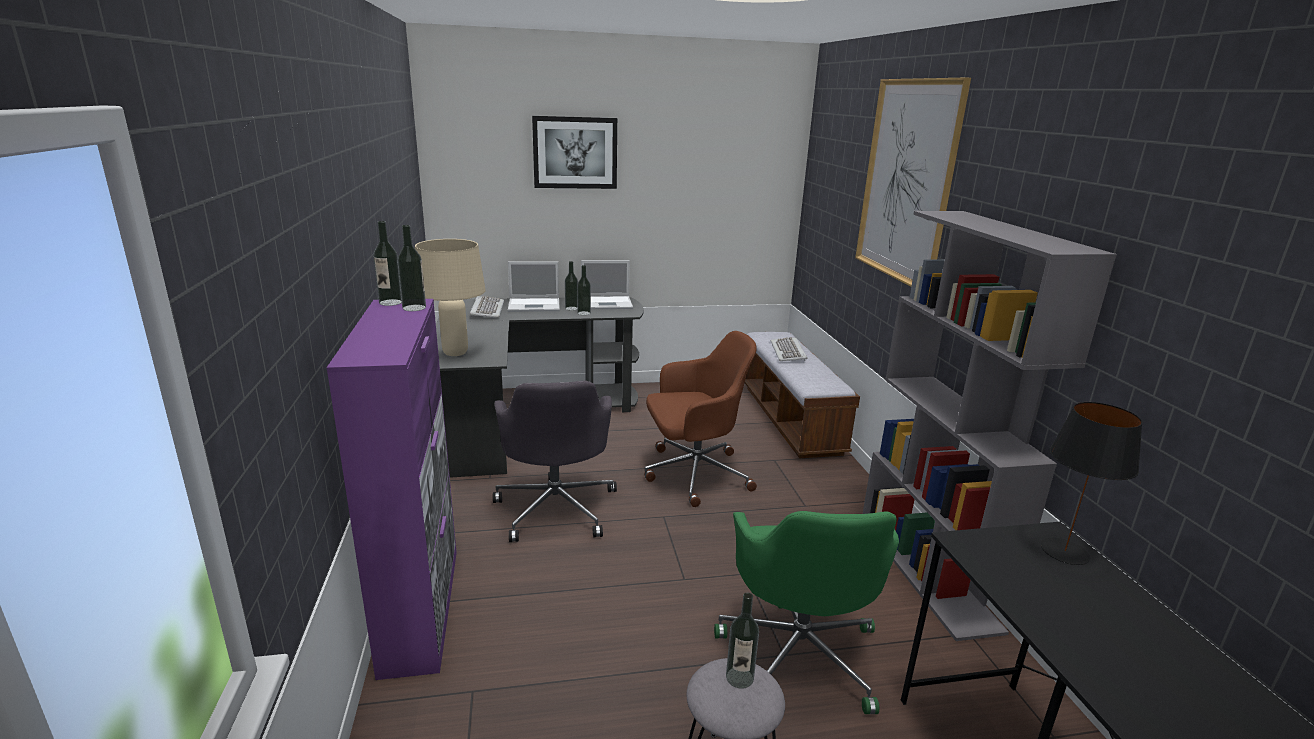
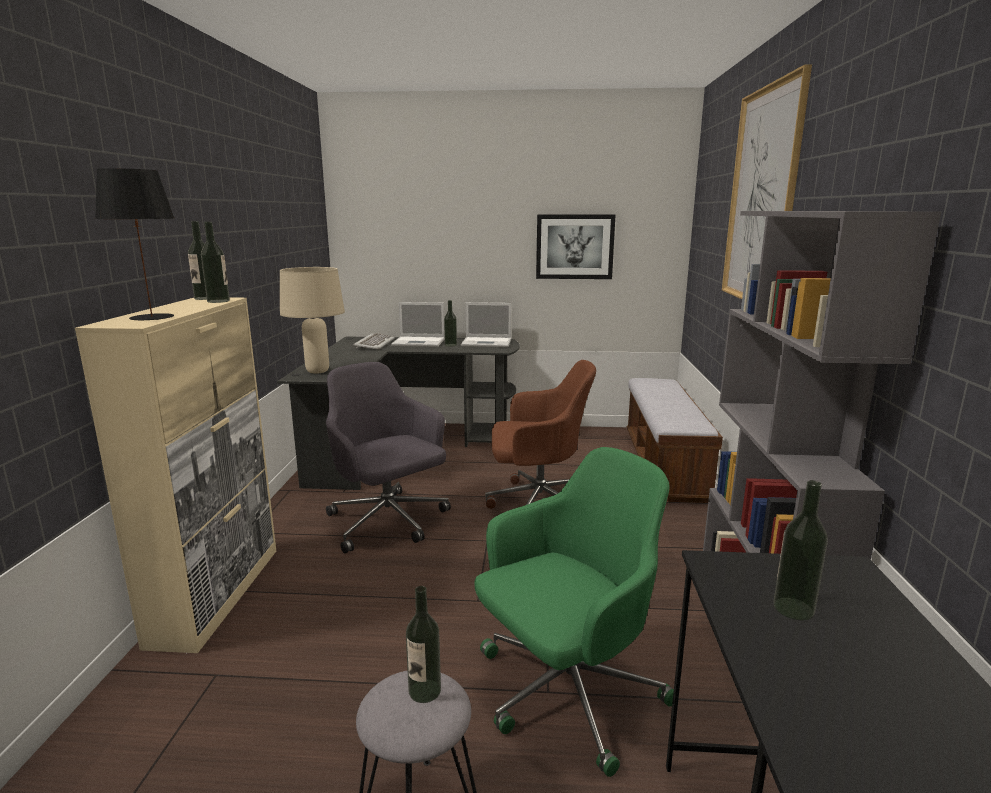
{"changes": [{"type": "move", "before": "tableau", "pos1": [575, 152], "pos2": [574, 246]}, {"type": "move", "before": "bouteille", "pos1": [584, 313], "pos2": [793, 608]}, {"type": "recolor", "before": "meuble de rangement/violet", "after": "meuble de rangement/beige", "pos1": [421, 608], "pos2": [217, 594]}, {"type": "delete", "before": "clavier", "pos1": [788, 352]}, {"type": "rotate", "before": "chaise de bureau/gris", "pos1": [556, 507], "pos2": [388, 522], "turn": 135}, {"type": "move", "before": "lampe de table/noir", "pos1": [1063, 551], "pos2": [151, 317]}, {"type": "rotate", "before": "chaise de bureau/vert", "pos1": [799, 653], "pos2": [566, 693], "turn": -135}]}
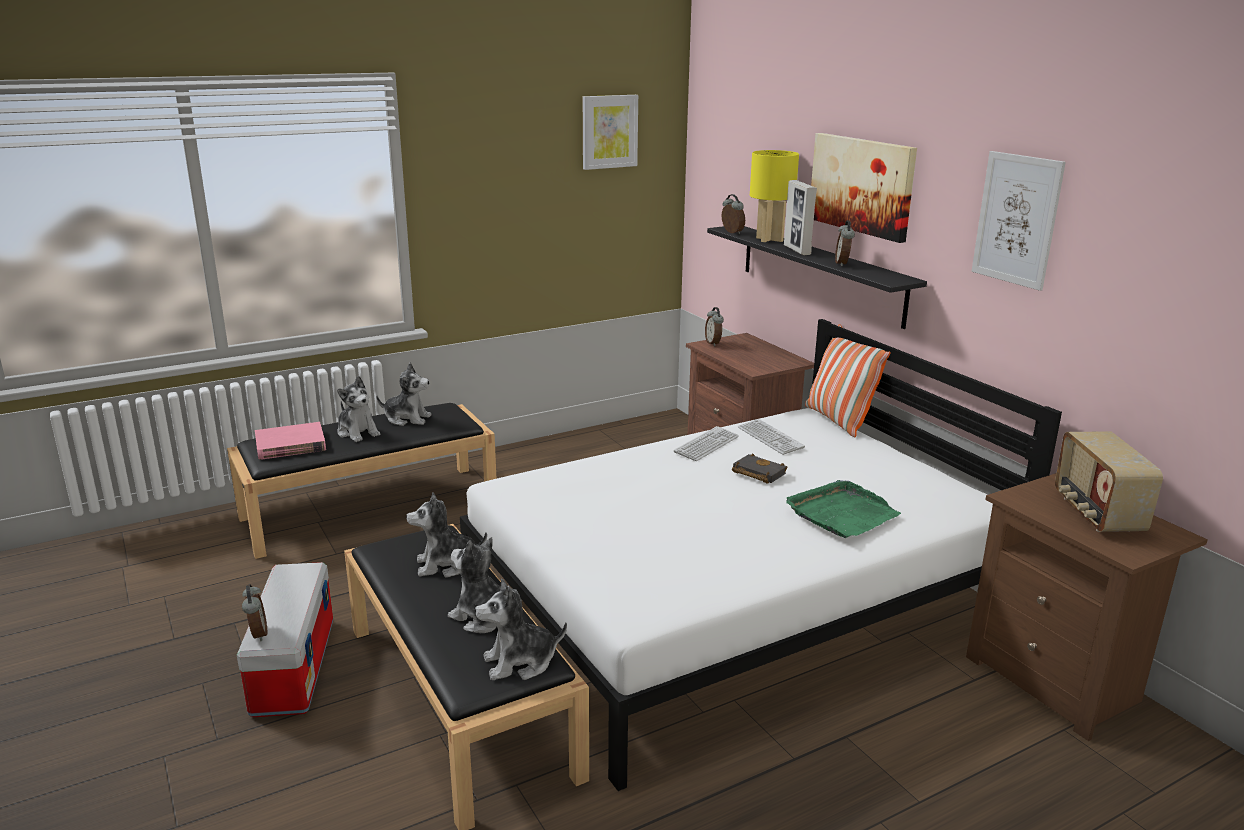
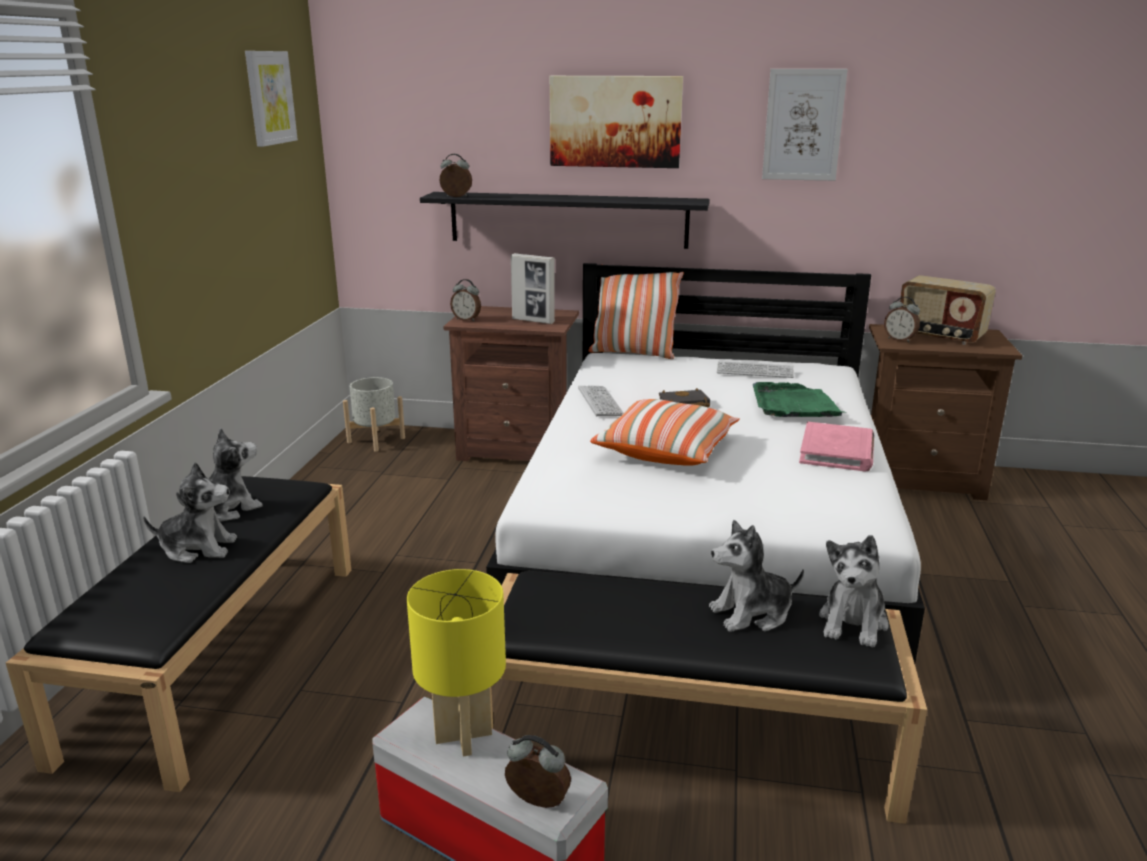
{"changes": [{"type": "move", "before": "lampe de table/jaune", "pos1": [769, 239], "pos2": [462, 737]}, {"type": "move", "before": "cadre photo", "pos1": [797, 250], "pos2": [533, 321]}, {"type": "move", "before": "réveil", "pos1": [842, 264], "pos2": [899, 340]}, {"type": "move", "before": "clavier", "pos1": [770, 438], "pos2": [755, 371]}, {"type": "move", "before": "livre/rose", "pos1": [290, 445], "pos2": [837, 451]}, {"type": "delete", "before": "peluche", "pos1": [446, 565]}, {"type": "insert", "after": "cache-pot/gris", "pos2": [376, 440]}, {"type": "insert", "after": "coussin", "pos2": [666, 450]}]}
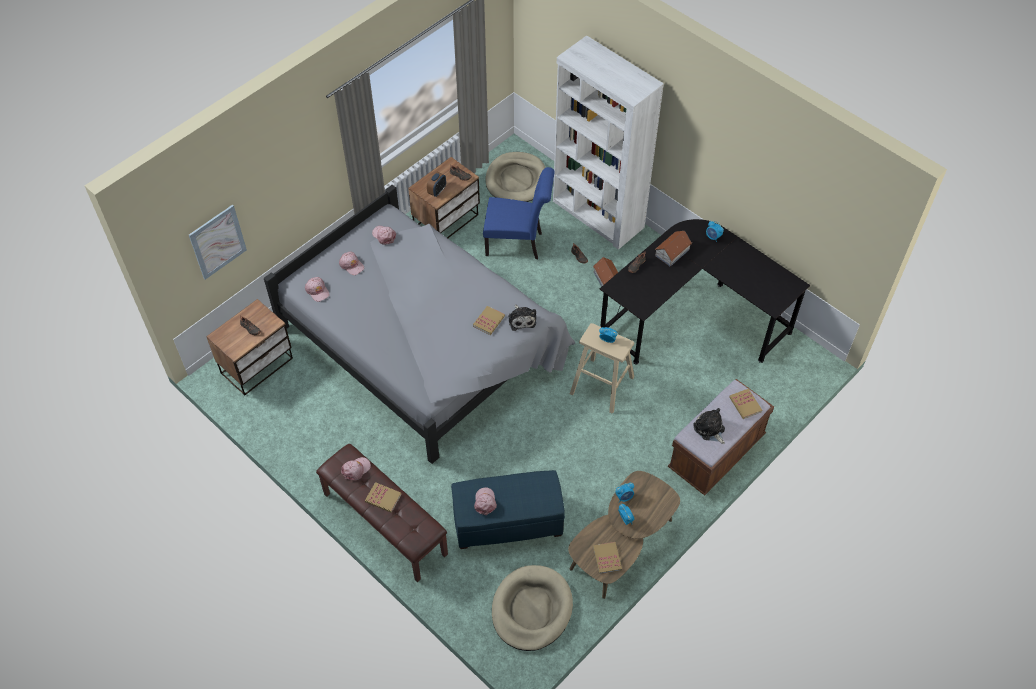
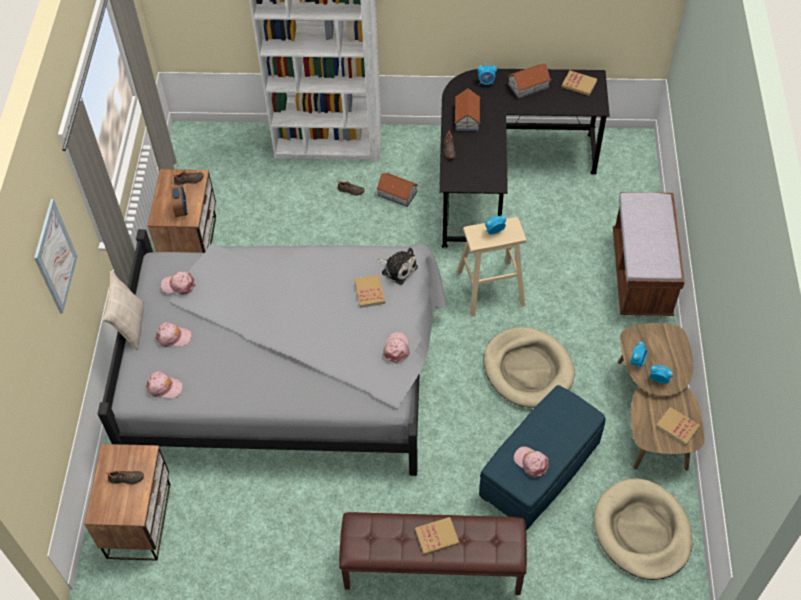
{"changes": [{"type": "move", "before": "panier pour chien/beige", "pos1": [516, 180], "pos2": [528, 369]}, {"type": "delete", "before": "chaise/bleu", "pos1": [518, 244]}, {"type": "move", "before": "tableau", "pos1": [217, 242], "pos2": [55, 257]}, {"type": "move", "before": "livre", "pos1": [745, 404], "pos2": [579, 84]}, {"type": "delete", "before": "peluche", "pos1": [710, 429]}, {"type": "move", "before": "casquette/rose", "pos1": [356, 469], "pos2": [396, 348]}, {"type": "insert", "after": "maison miniature", "pos2": [527, 86]}, {"type": "insert", "after": "coussin/beige", "pos2": [130, 325]}]}
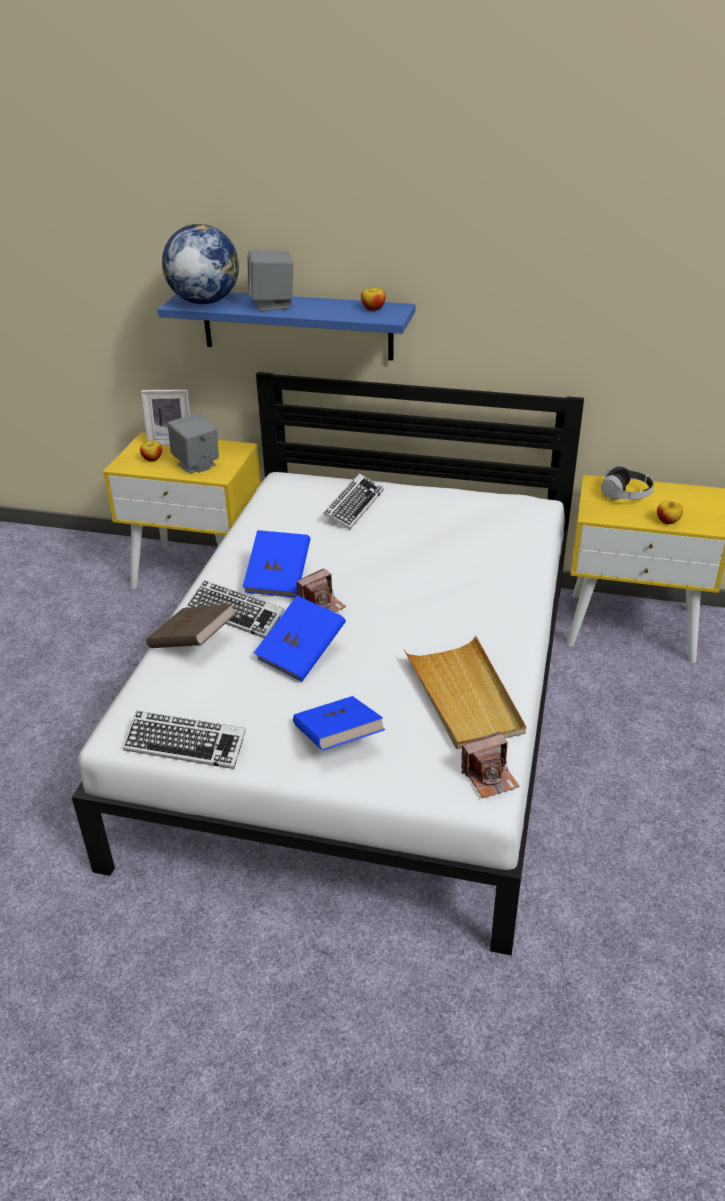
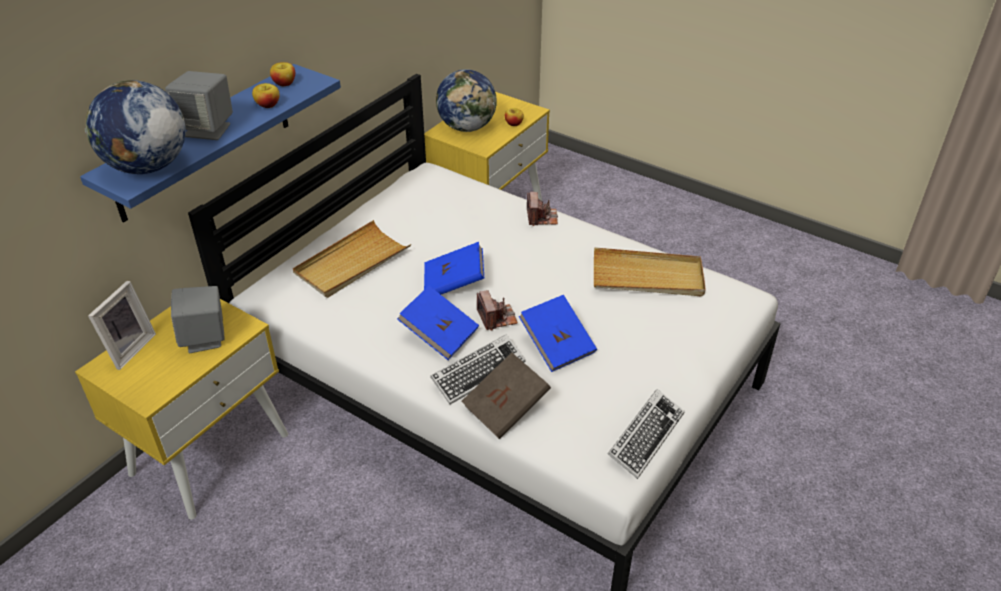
{"changes": [{"type": "move", "before": "pomme", "pos1": [152, 459], "pos2": [268, 105]}, {"type": "replace", "before": "casque audio", "after": "globe", "pos1": [625, 495], "pos2": [467, 127]}, {"type": "replace", "before": "clavier", "after": "plateau/beige", "pos1": [354, 506], "pos2": [352, 263]}, {"type": "move", "before": "livre/bleu", "pos1": [338, 739], "pos2": [454, 283]}, {"type": "move", "before": "appareil photo", "pos1": [489, 777], "pos2": [541, 217]}]}
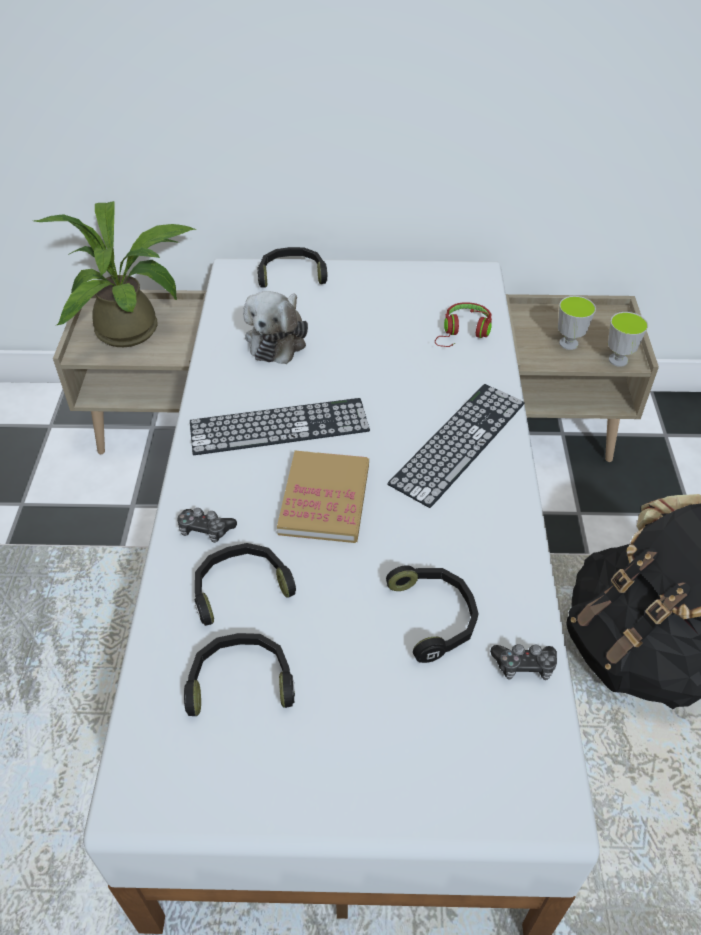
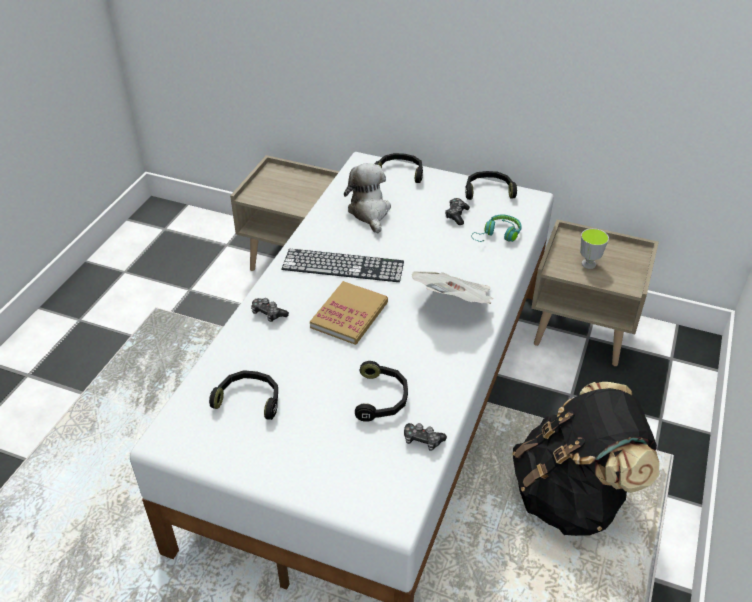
{"changes": [{"type": "delete", "before": "plante en pot", "pos1": [136, 330]}, {"type": "rotate", "before": "peluche", "pos1": [278, 339], "pos2": [369, 212], "turn": 135}, {"type": "recolor", "before": "casque audio/rouge", "after": "casque audio/turquoise", "pos1": [463, 333], "pos2": [498, 235]}, {"type": "delete", "before": "tasse", "pos1": [618, 360]}, {"type": "replace", "before": "clavier", "after": "journal", "pos1": [458, 442], "pos2": [455, 303]}, {"type": "move", "before": "casque audio/noir", "pos1": [240, 587], "pos2": [488, 191]}, {"type": "insert", "after": "manette", "pos2": [456, 215]}]}
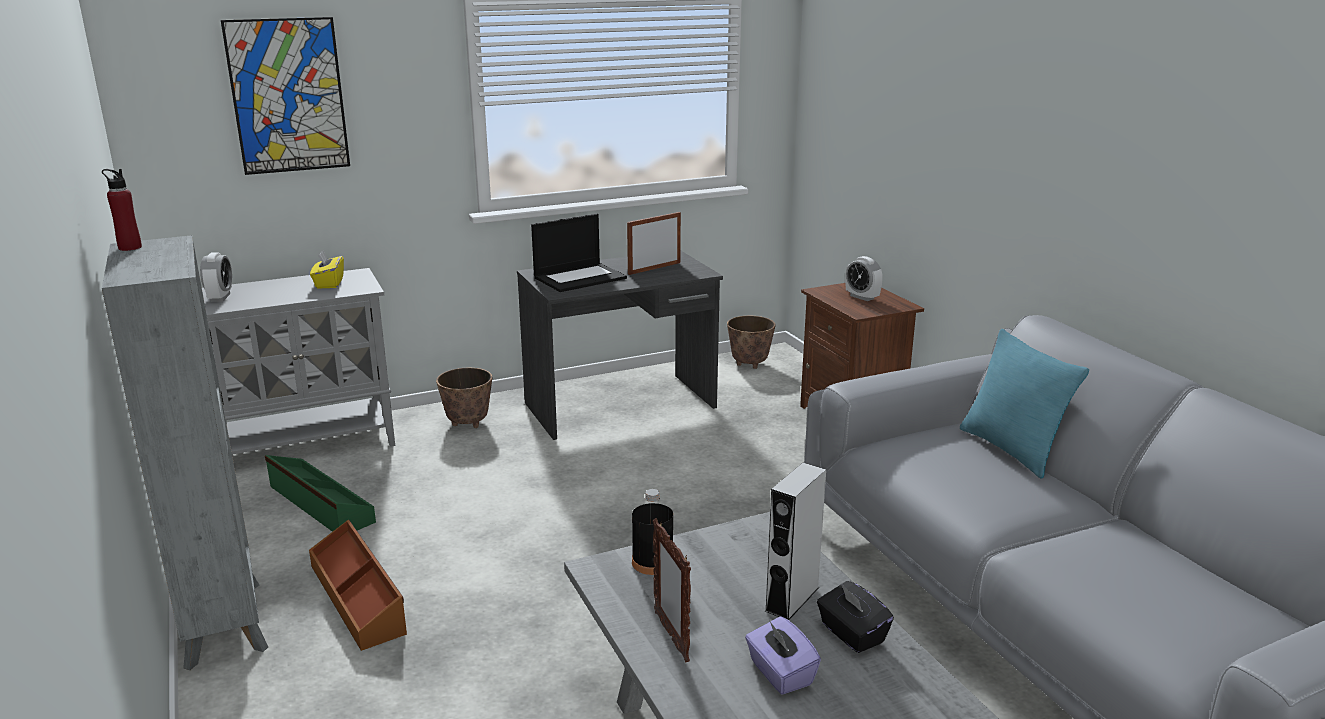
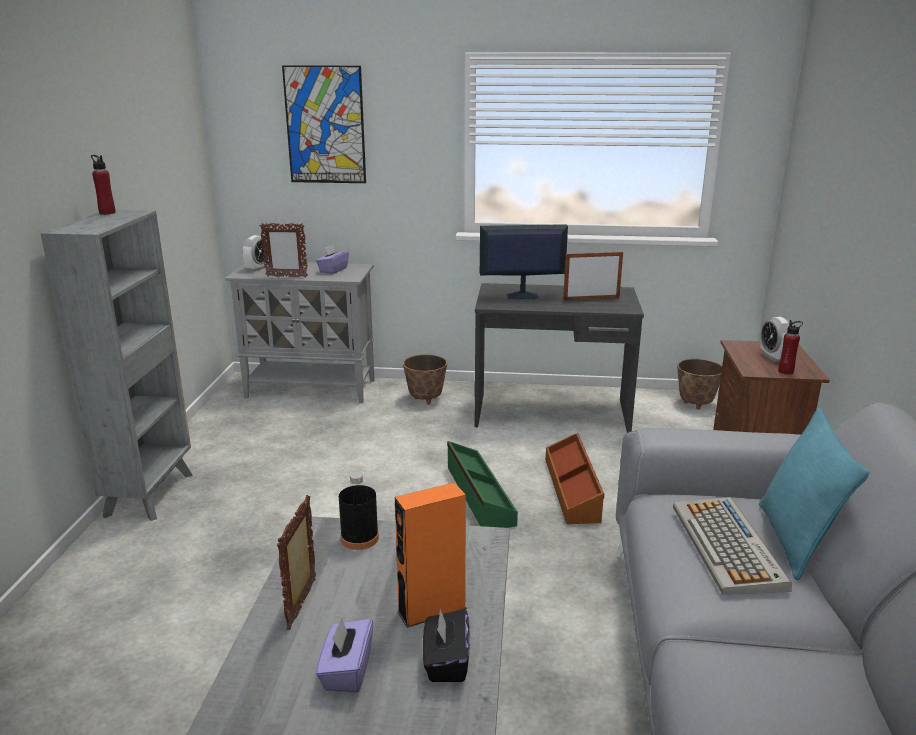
{"changes": [{"type": "replace", "before": "ordinateur portable", "after": "écran d'ordinateur", "pos1": [580, 277], "pos2": [521, 296]}, {"type": "recolor", "before": "boîte à mouchoirs/jaune", "after": "boîte à mouchoirs/violet", "pos1": [329, 283], "pos2": [333, 270]}, {"type": "move", "before": "boîte de rangement/vert", "pos1": [319, 504], "pos2": [478, 495]}, {"type": "recolor", "before": "enceinte/gris", "after": "enceinte/orange", "pos1": [792, 599], "pos2": [432, 610]}, {"type": "move", "before": "boîte de rangement/marron", "pos1": [359, 598], "pos2": [573, 489]}, {"type": "insert", "after": "cadre photo", "pos2": [286, 276]}, {"type": "insert", "after": "bouteille/rouge", "pos2": [785, 371]}, {"type": "insert", "after": "clavier", "pos2": [728, 547]}]}
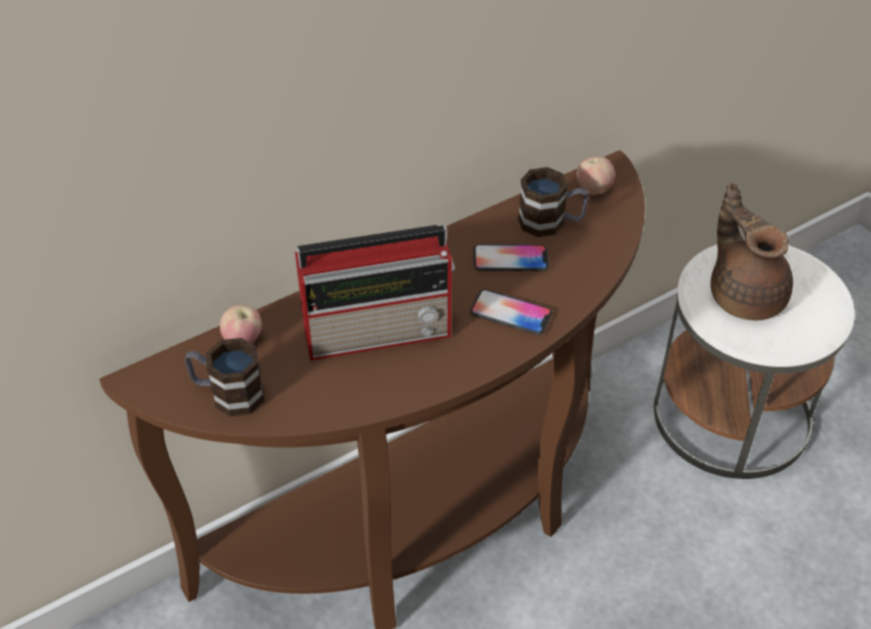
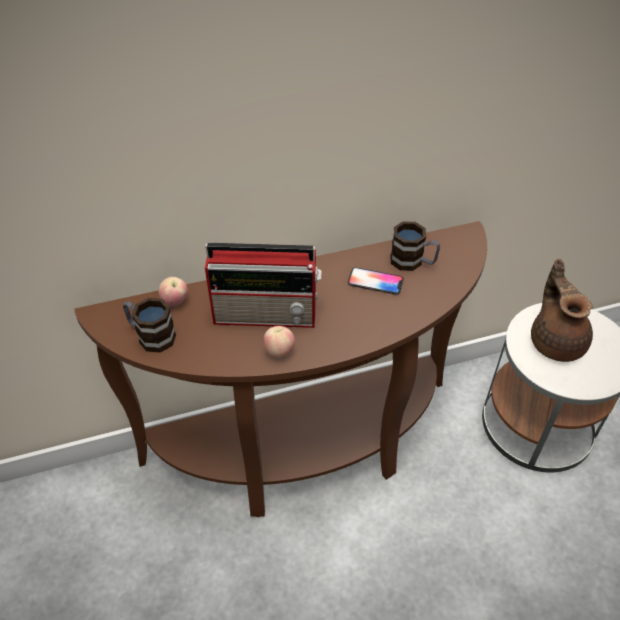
{"changes": [{"type": "move", "before": "pomme", "pos1": [594, 190], "pos2": [279, 351]}, {"type": "delete", "before": "téléphone", "pos1": [511, 313]}]}
